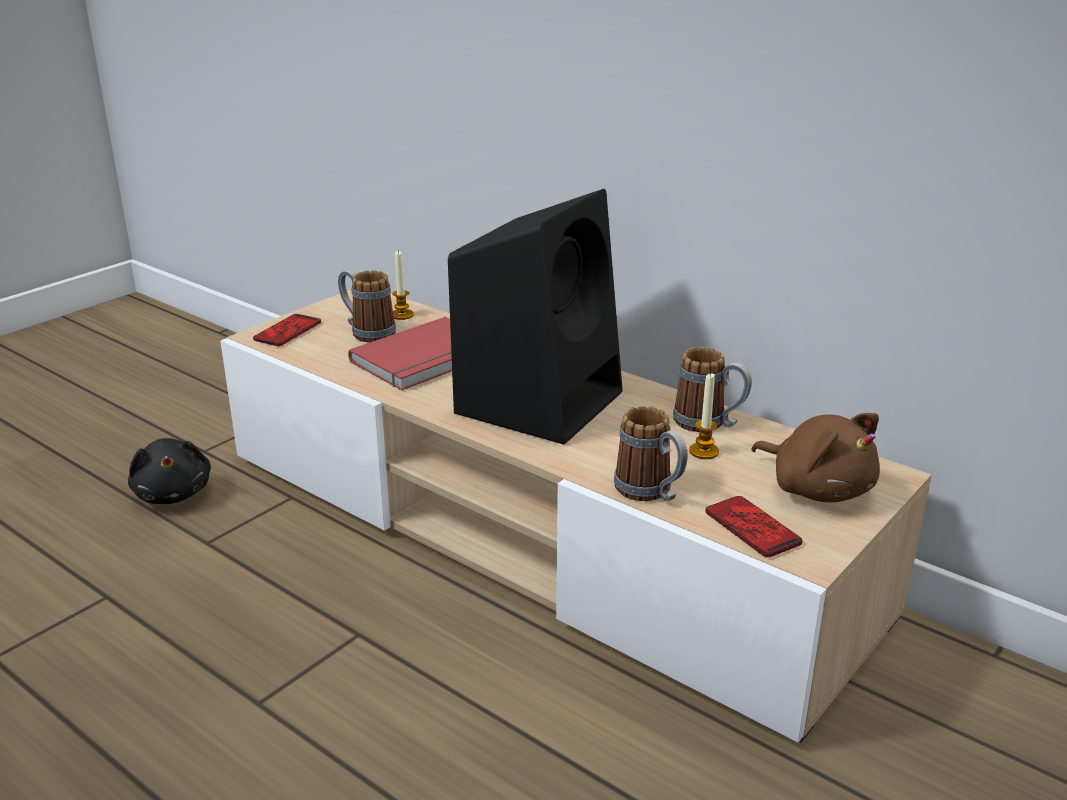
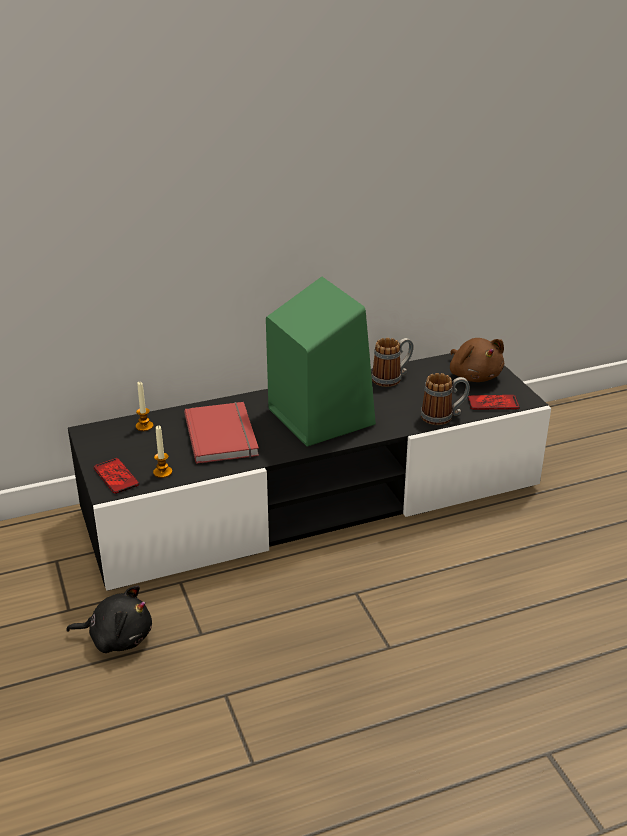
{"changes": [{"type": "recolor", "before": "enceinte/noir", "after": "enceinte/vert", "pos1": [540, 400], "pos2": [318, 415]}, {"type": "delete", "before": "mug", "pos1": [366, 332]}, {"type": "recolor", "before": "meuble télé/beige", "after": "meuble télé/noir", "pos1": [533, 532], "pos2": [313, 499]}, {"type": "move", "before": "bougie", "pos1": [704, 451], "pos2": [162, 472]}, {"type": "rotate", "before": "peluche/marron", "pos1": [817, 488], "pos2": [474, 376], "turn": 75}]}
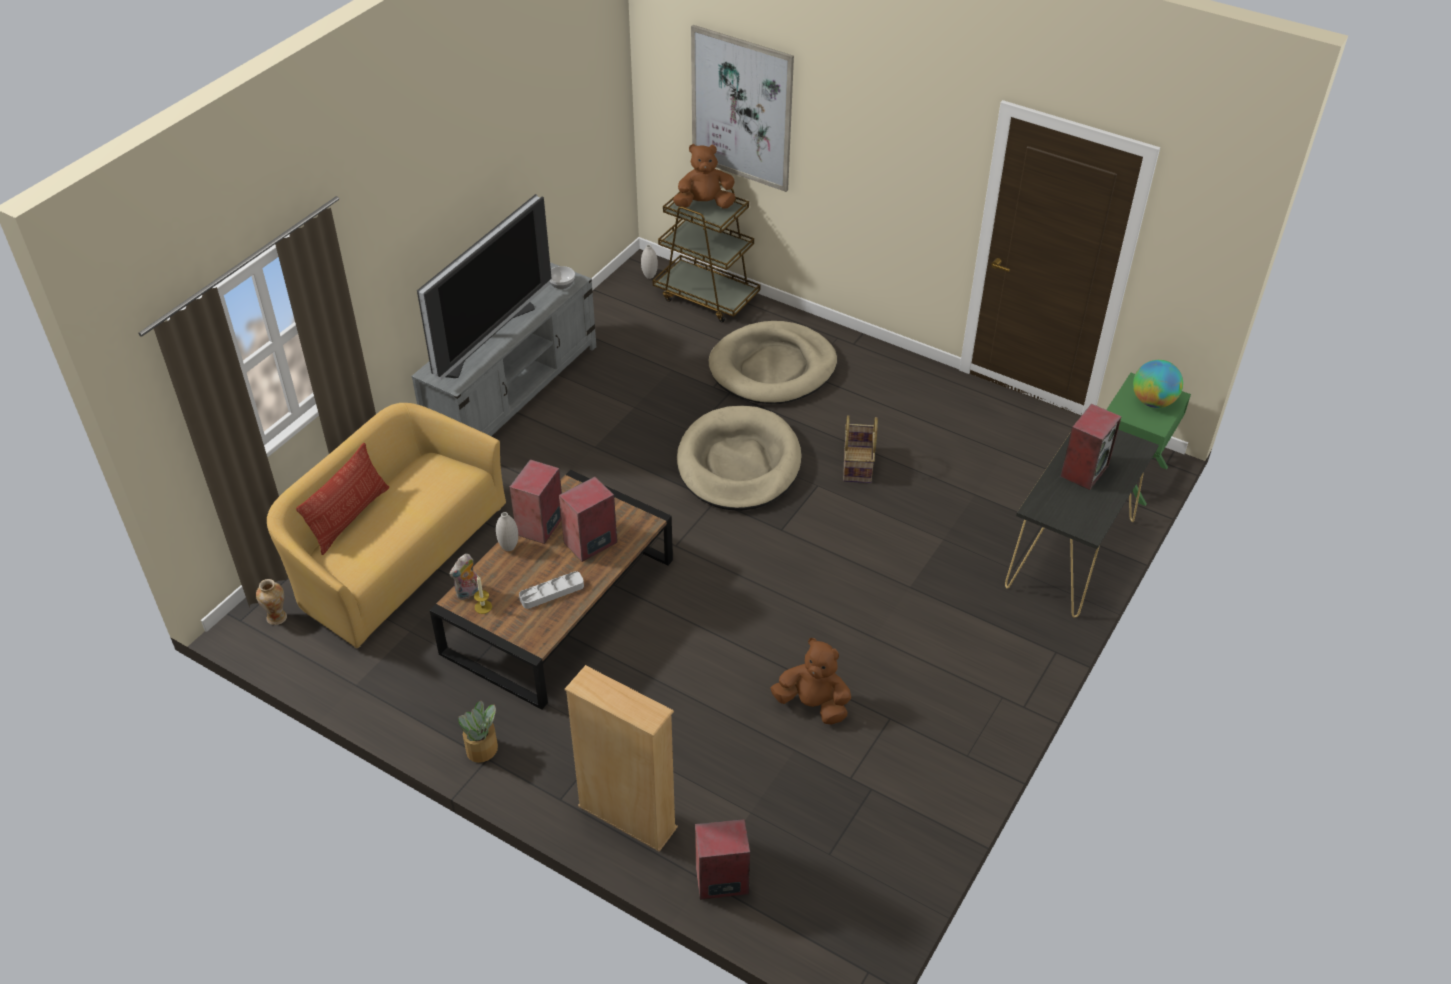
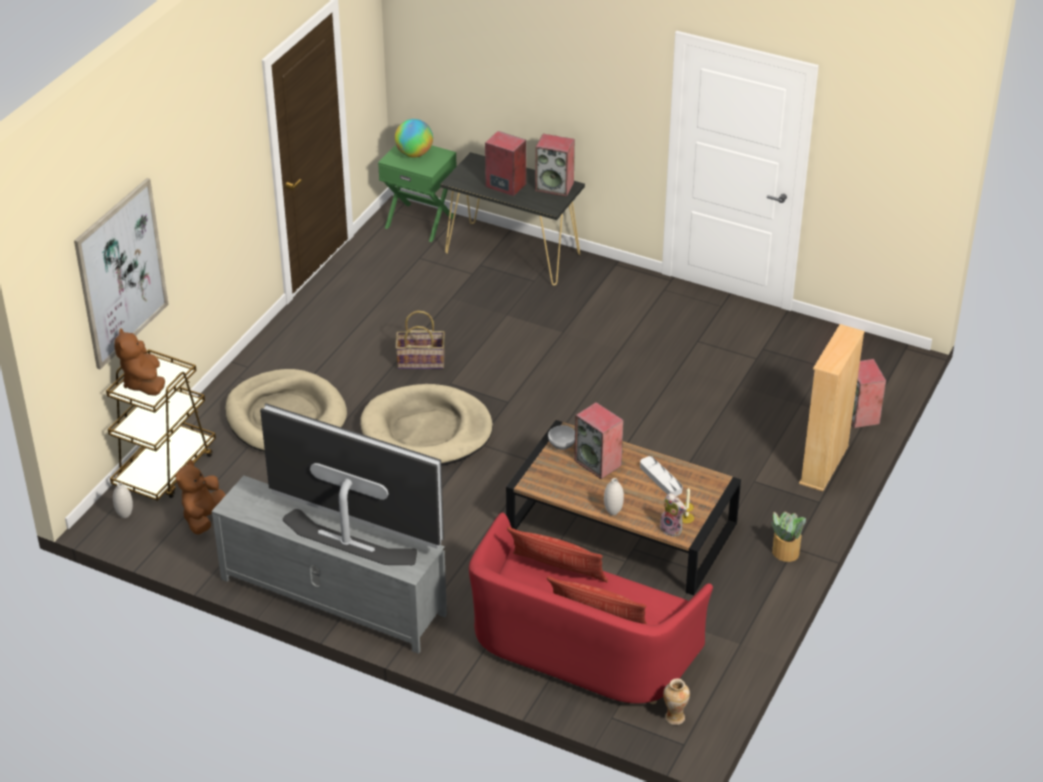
{"changes": [{"type": "move", "before": "bol", "pos1": [562, 284], "pos2": [561, 444]}, {"type": "recolor", "before": "canapé/jaune", "after": "canapé/rouge", "pos1": [394, 555], "pos2": [579, 647]}, {"type": "move", "before": "enceinte", "pos1": [540, 526], "pos2": [555, 186]}, {"type": "move", "before": "peluche/marron", "pos1": [813, 704], "pos2": [204, 518]}, {"type": "insert", "after": "coussin", "pos2": [557, 572]}]}
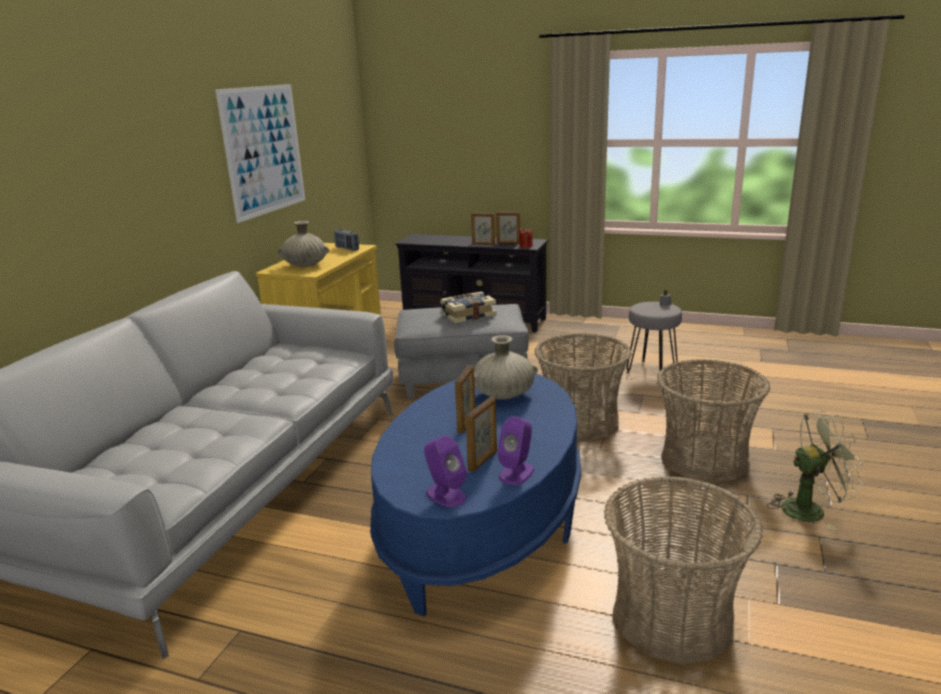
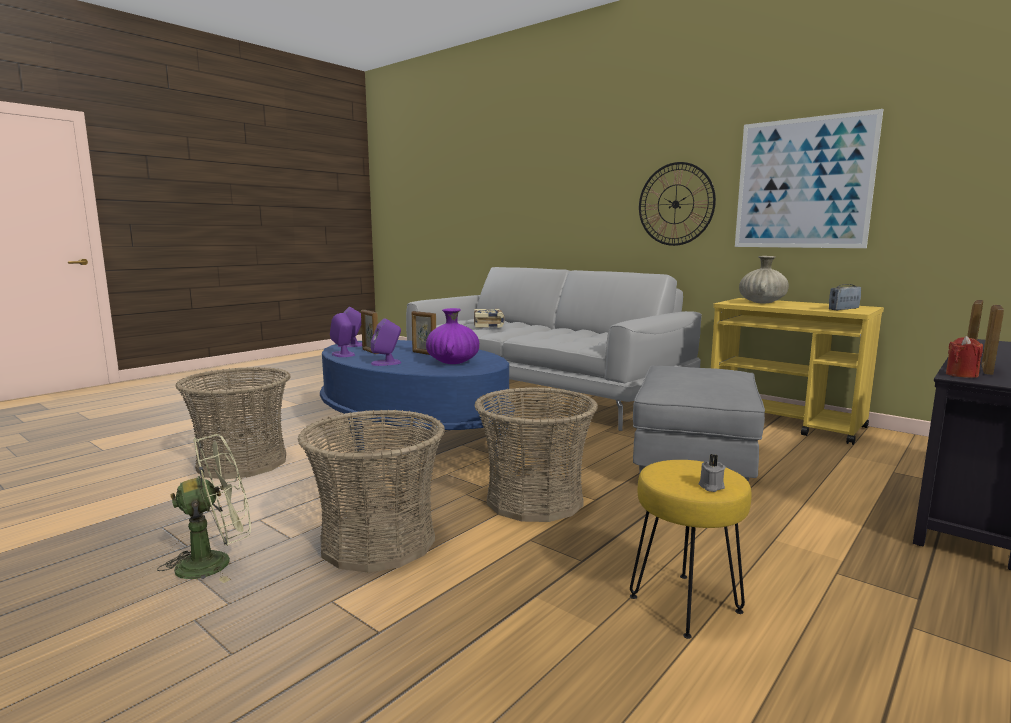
{"changes": [{"type": "move", "before": "livre", "pos1": [467, 315], "pos2": [489, 325]}, {"type": "recolor", "before": "tabouret/gris", "after": "tabouret/jaune", "pos1": [652, 370], "pos2": [685, 605]}, {"type": "recolor", "before": "vase/beige", "after": "vase/violet", "pos1": [504, 395], "pos2": [452, 362]}, {"type": "rotate", "before": "ventilateur/vert", "pos1": [810, 509], "pos2": [216, 562], "turn": -135}, {"type": "insert", "after": "horloge murale", "pos2": [675, 204]}, {"type": "insert", "after": "enceinte/violet", "pos2": [386, 363]}]}
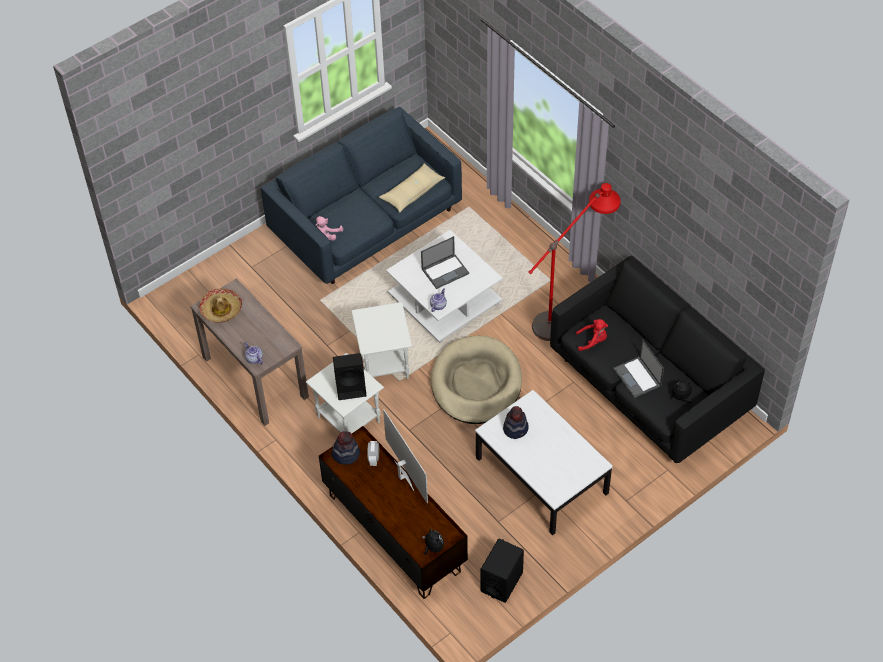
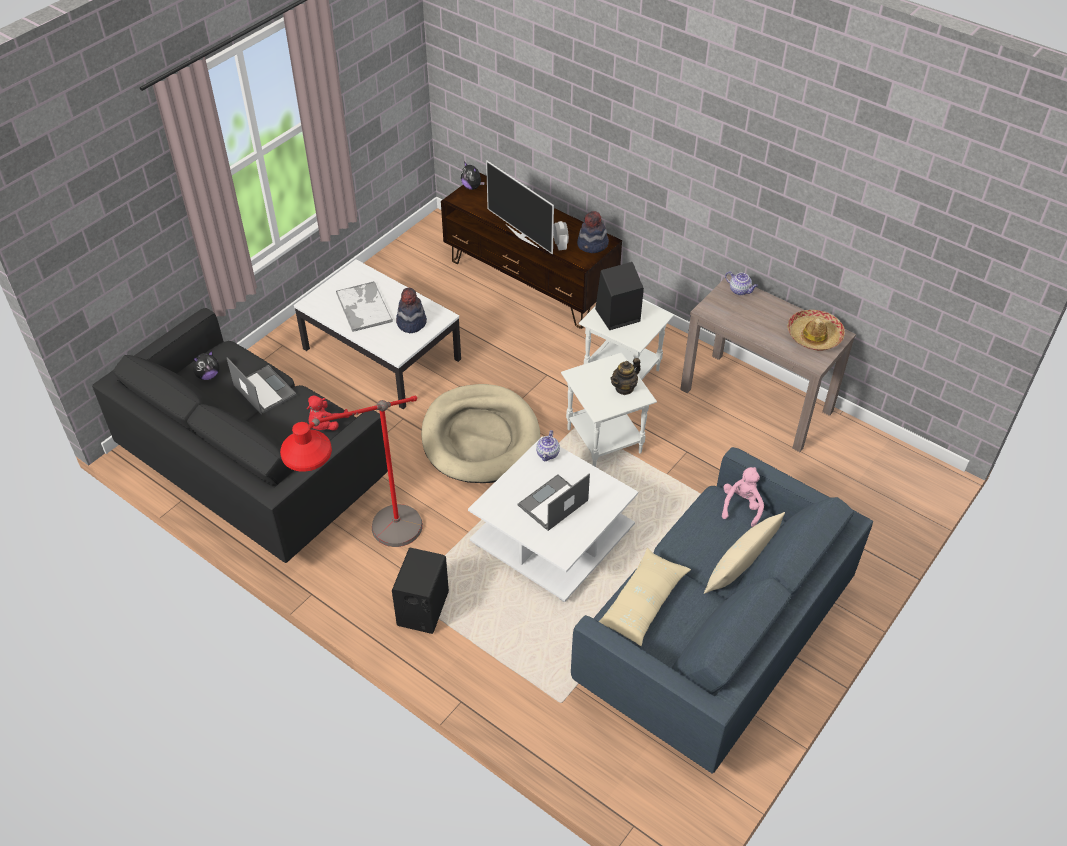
{"changes": [{"type": "rotate", "before": "peluche/rouge", "pos1": [592, 341], "pos2": [326, 425], "turn": -45}, {"type": "move", "before": "enceinte/noir", "pos1": [501, 582], "pos2": [423, 609]}, {"type": "insert", "after": "plateau", "pos2": [363, 307]}, {"type": "insert", "after": "théière", "pos2": [624, 388]}, {"type": "insert", "after": "coussin/beige", "pos2": [740, 565]}]}
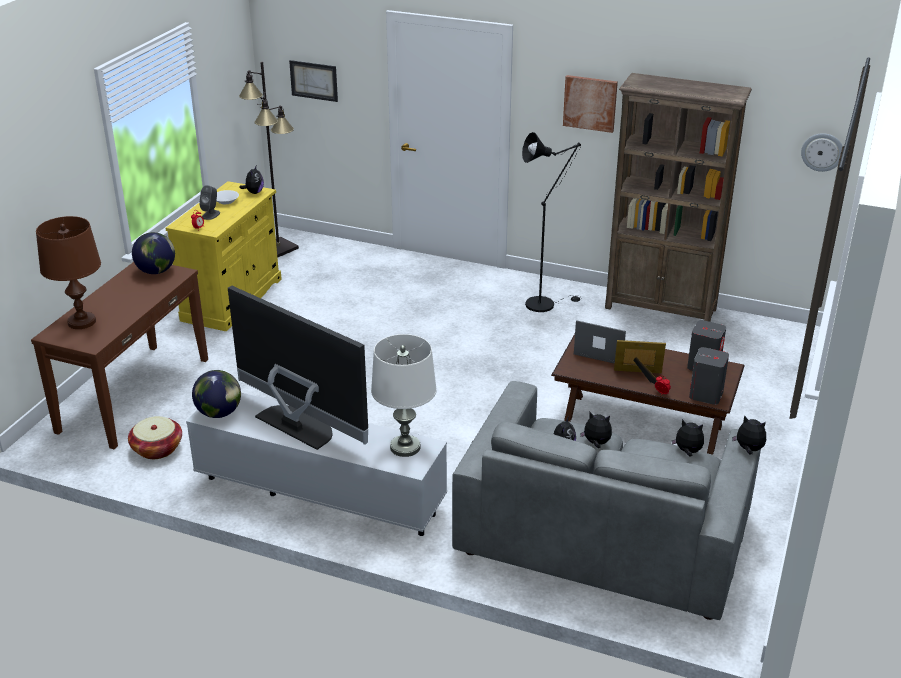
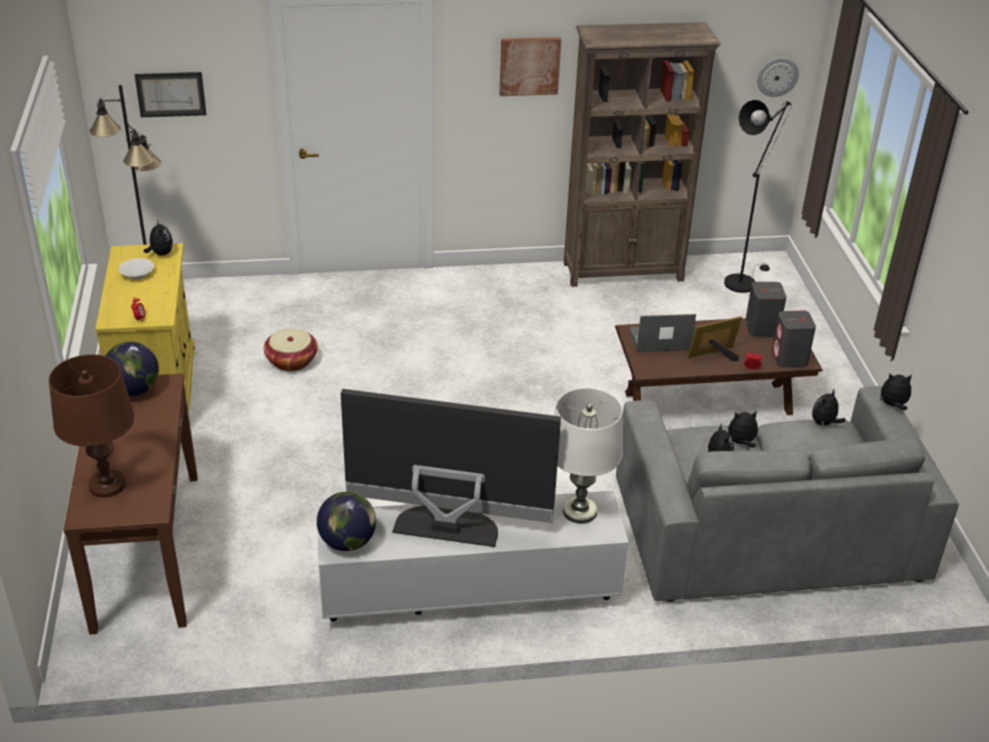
{"changes": [{"type": "move", "before": "lampadaire/noir", "pos1": [544, 303], "pos2": [742, 281]}, {"type": "delete", "before": "enceinte/gris", "pos1": [211, 215]}, {"type": "move", "before": "panier", "pos1": [157, 449], "pos2": [291, 361]}, {"type": "rotate", "before": "peluche", "pos1": [687, 452], "pos2": [824, 423], "turn": -45}]}
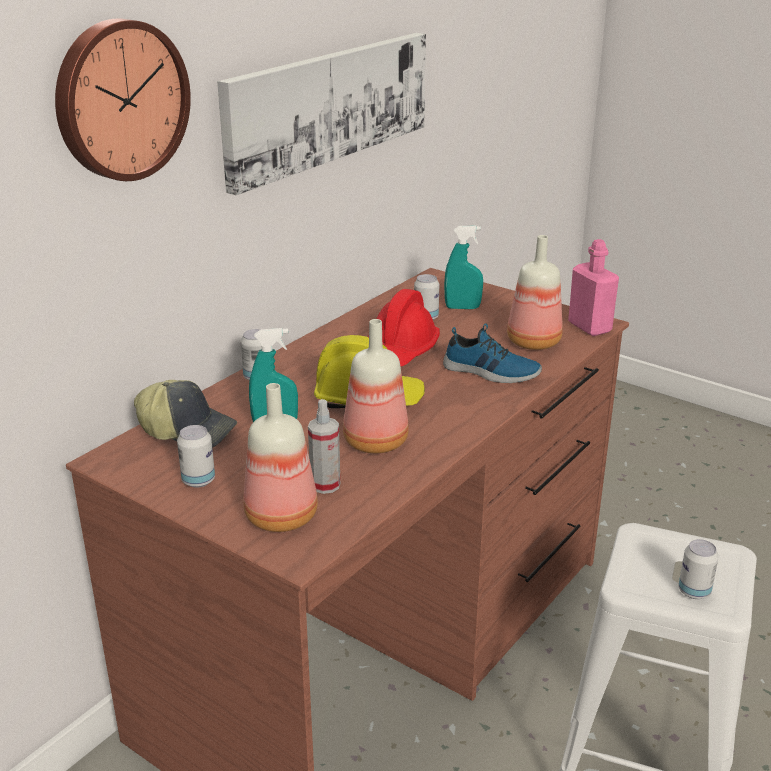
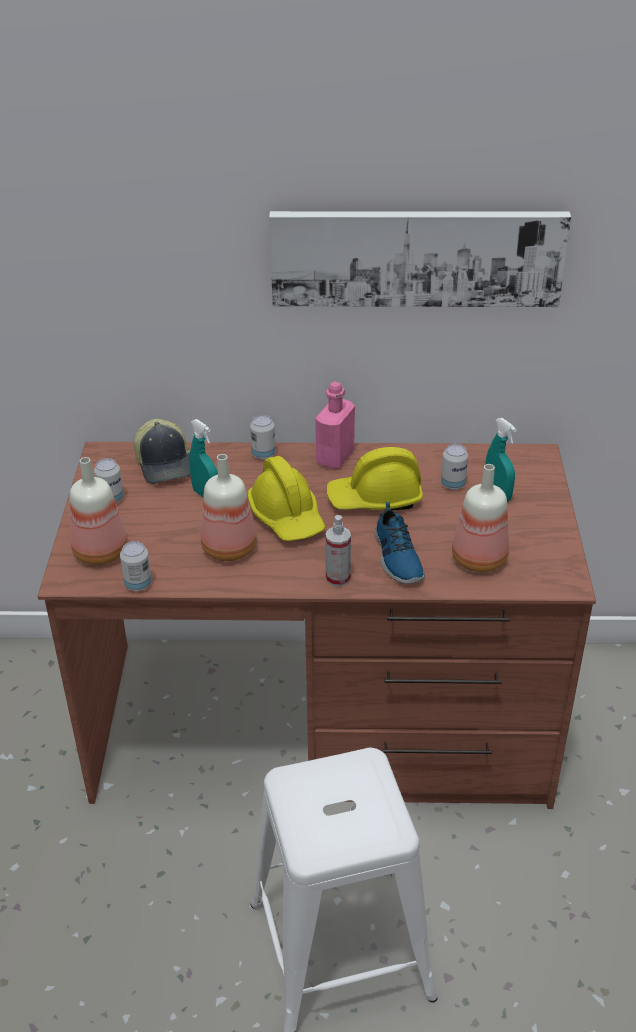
{"changes": [{"type": "delete", "before": "horloge murale", "pos1": [119, 100]}, {"type": "move", "before": "bouteille/rose", "pos1": [589, 327], "pos2": [335, 458]}, {"type": "recolor", "before": "casque de chantier/rouge", "after": "casque de chantier/jaune", "pos1": [399, 352], "pos2": [375, 498]}, {"type": "move", "before": "vaporisateur", "pos1": [325, 485], "pos2": [338, 578]}, {"type": "move", "before": "boîte métallique", "pos1": [694, 591], "pos2": [138, 584]}]}
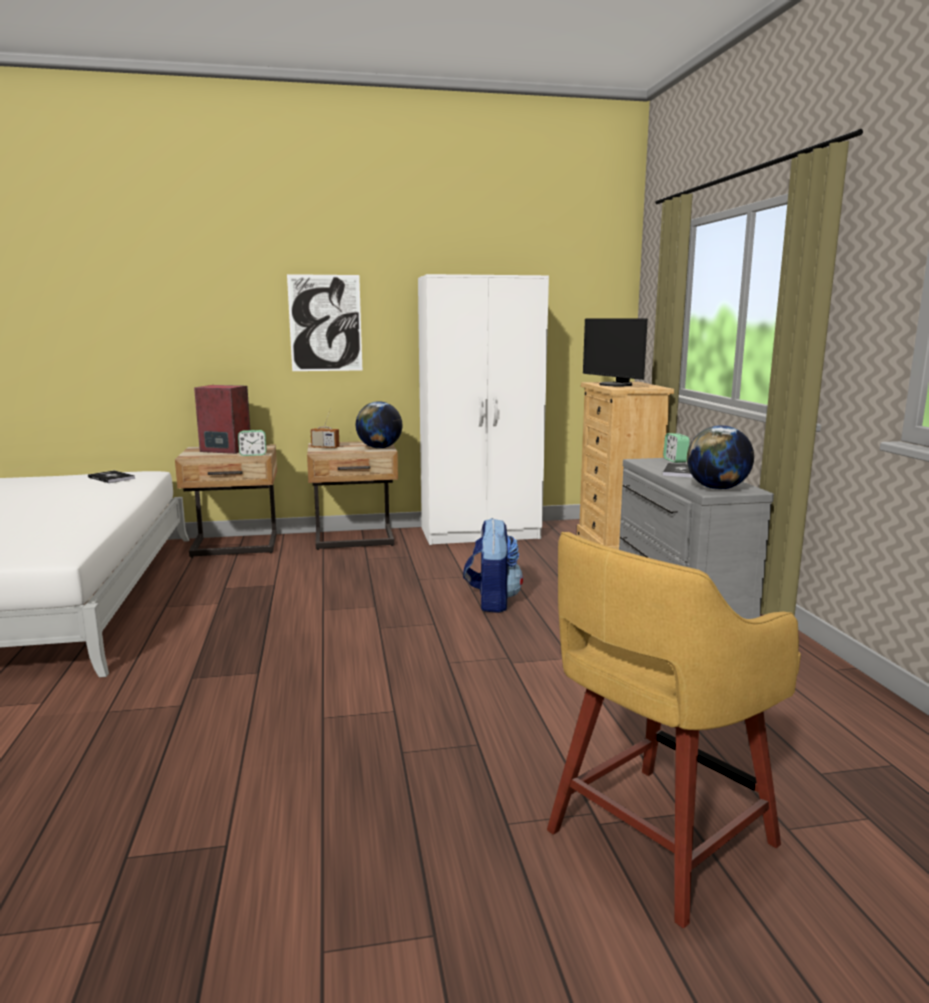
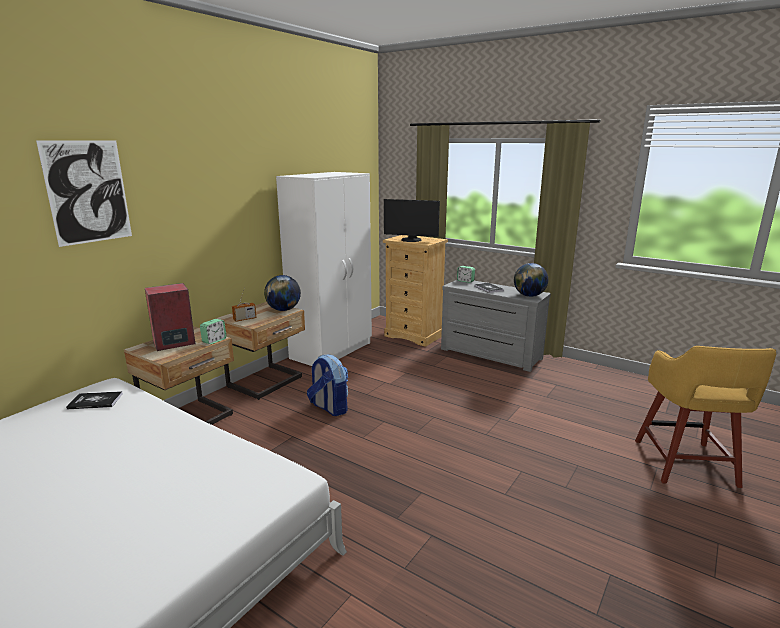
{"changes": [{"type": "move", "before": "tableau", "pos1": [325, 323], "pos2": [88, 192]}, {"type": "move", "before": "sac à dos", "pos1": [492, 601], "pos2": [329, 408]}]}
